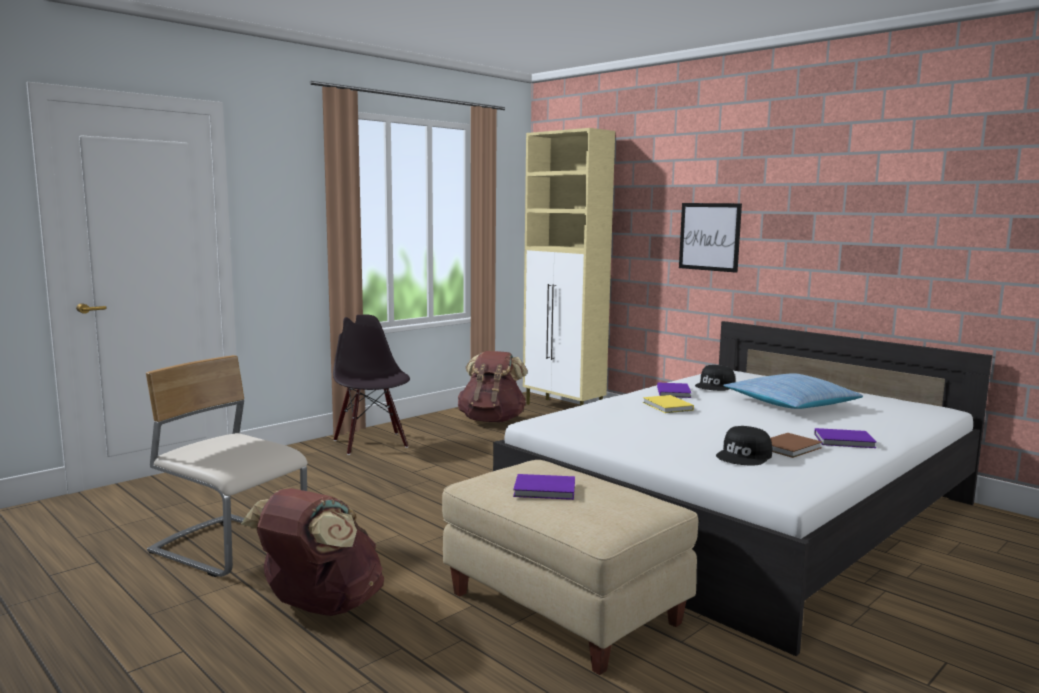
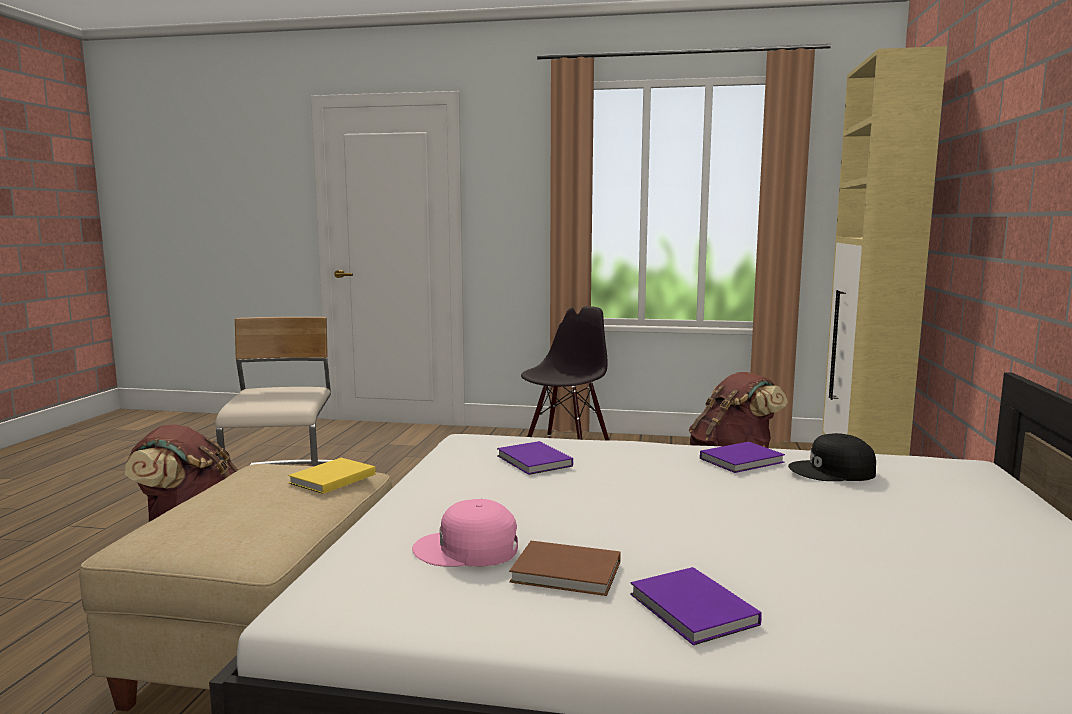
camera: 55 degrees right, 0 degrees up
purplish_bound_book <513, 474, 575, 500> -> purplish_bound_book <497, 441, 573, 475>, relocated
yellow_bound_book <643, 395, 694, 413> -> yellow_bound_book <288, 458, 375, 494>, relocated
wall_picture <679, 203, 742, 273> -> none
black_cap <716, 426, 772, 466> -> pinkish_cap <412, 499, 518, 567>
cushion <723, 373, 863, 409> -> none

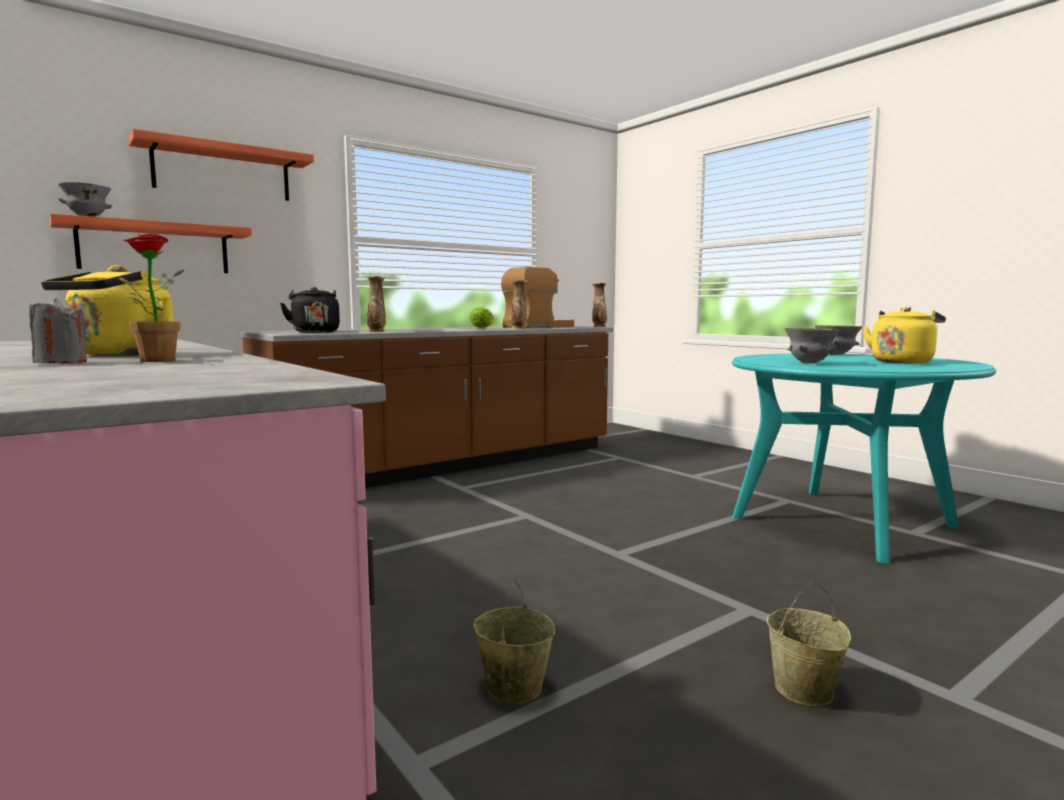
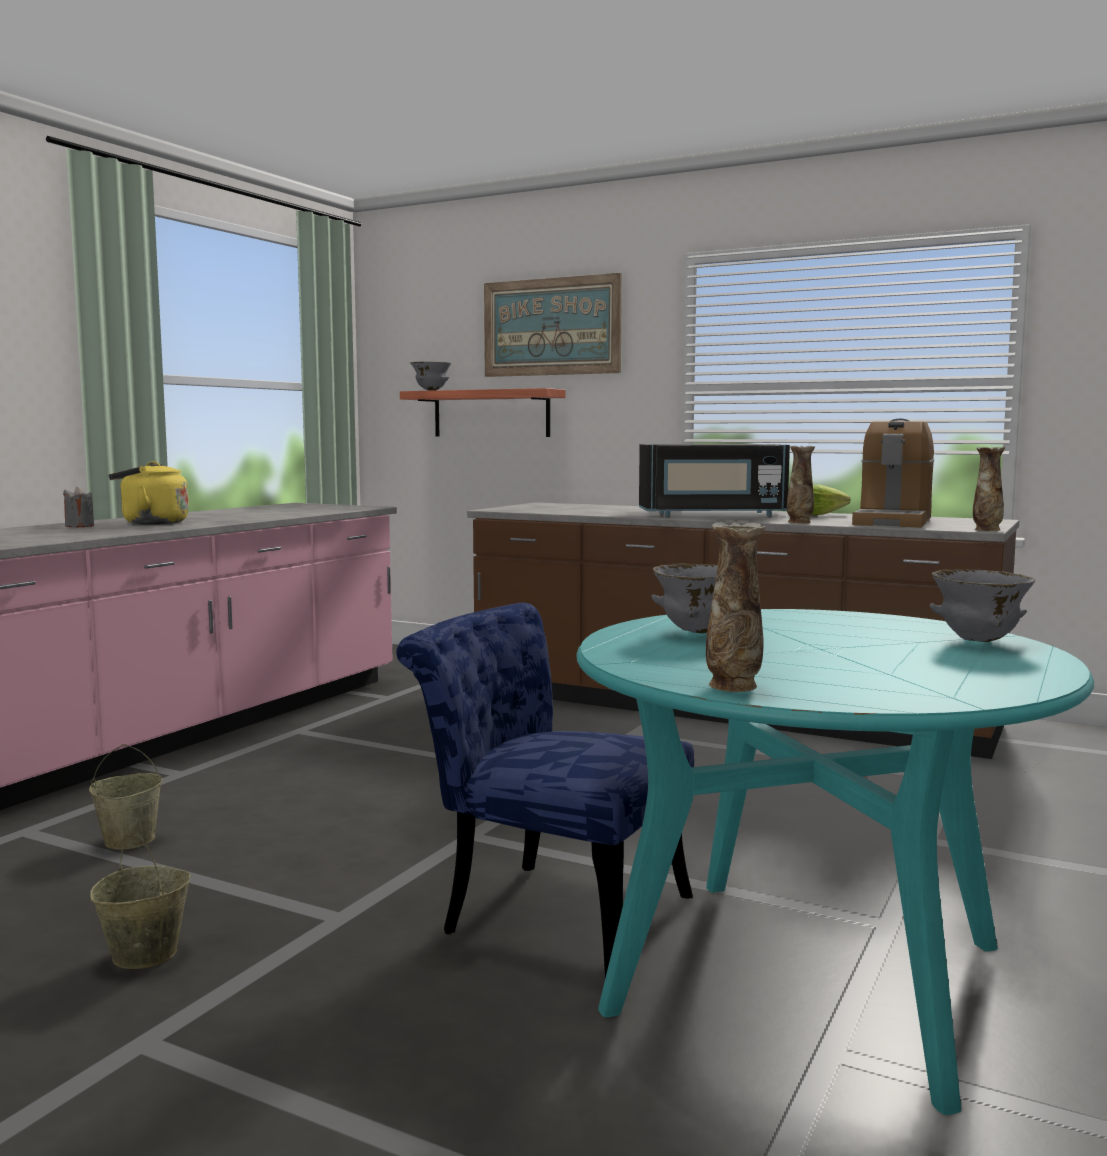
camera: 65 degrees right, 0 degrees up
potted_plant <119, 233, 184, 362> -> none
bracket_shelf <128, 129, 314, 201> -> wall_picture <484, 273, 622, 377>
black_kettle <280, 287, 340, 333> -> none
vase <367, 276, 386, 332> -> vase <706, 522, 766, 692>, relocated
coffee_brewer <501, 266, 574, 328> -> coffee_brewer <852, 419, 934, 528>, 90 degrees clockwise
yellow_kettle <862, 307, 946, 363> -> none
none -> bluish_plain_chair <396, 603, 694, 978>
none -> black_microwave_oven <639, 444, 790, 516>

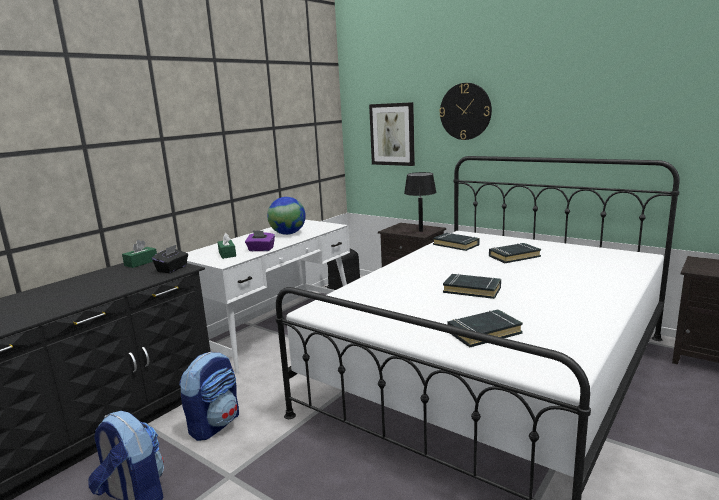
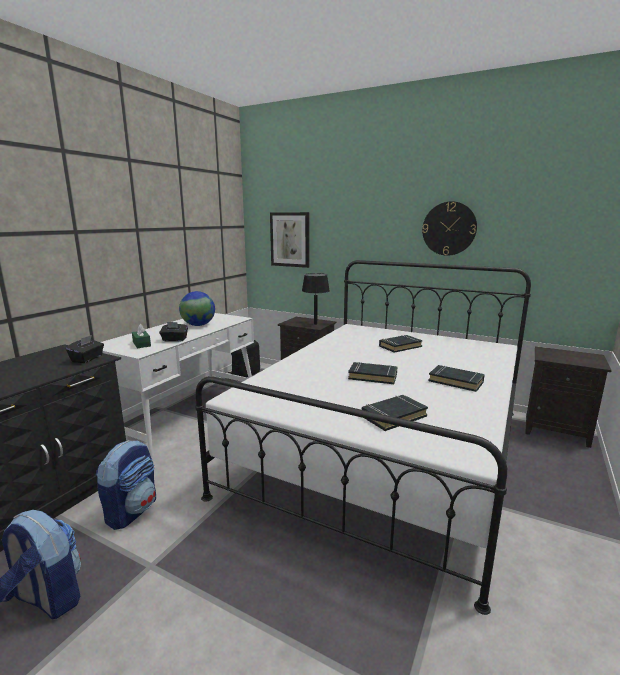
camera: 10 degrees left, 0 degrees up
green-coloured_tissue_holder <122, 240, 157, 268> -> none
purplish_tissue_holder <245, 230, 275, 251> -> black_tissue_holder <159, 322, 188, 342>
black_bound_book <433, 233, 479, 251> -> black_bound_book <428, 365, 485, 392>, relocated
clock_on_the_wall <439, 83, 492, 140> -> clock_on_the_wall <422, 201, 477, 256>, relocated

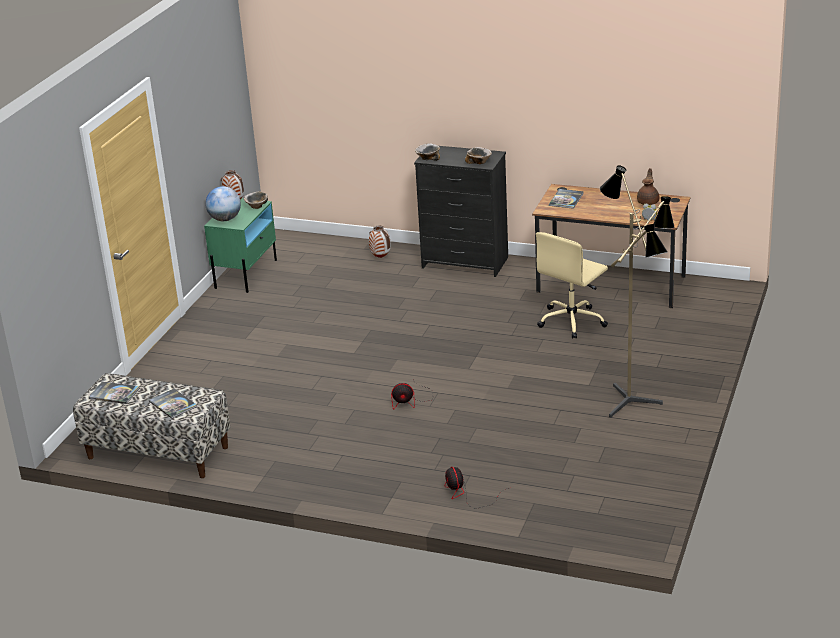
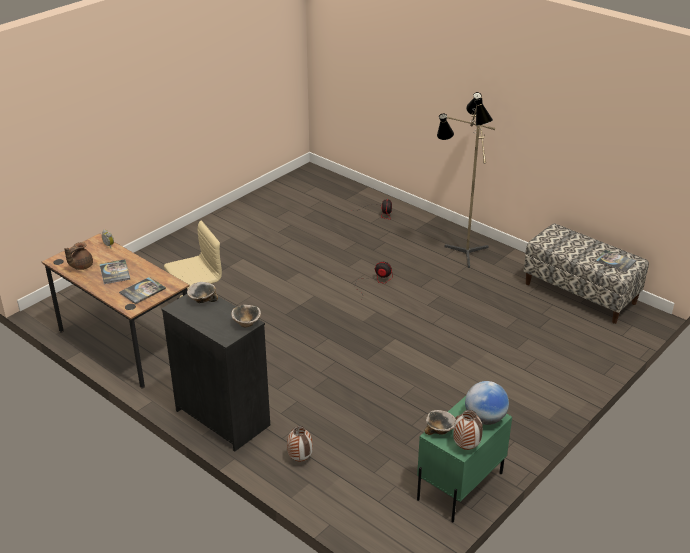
camera: 160 degrees left, 5 degrees up
bound_book <149, 389, 197, 419> -> bound_book <100, 259, 130, 284>, relocated
standing_lamp <600, 165, 674, 418> -> standing_lamp <437, 92, 495, 268>, relocated

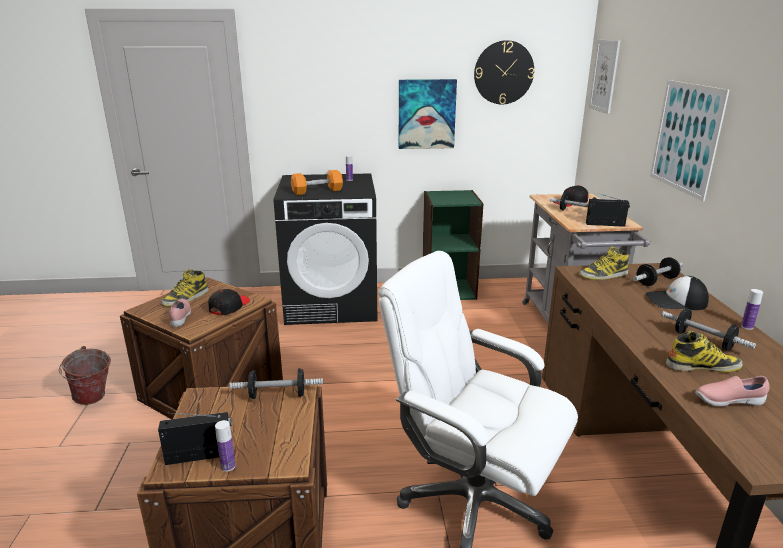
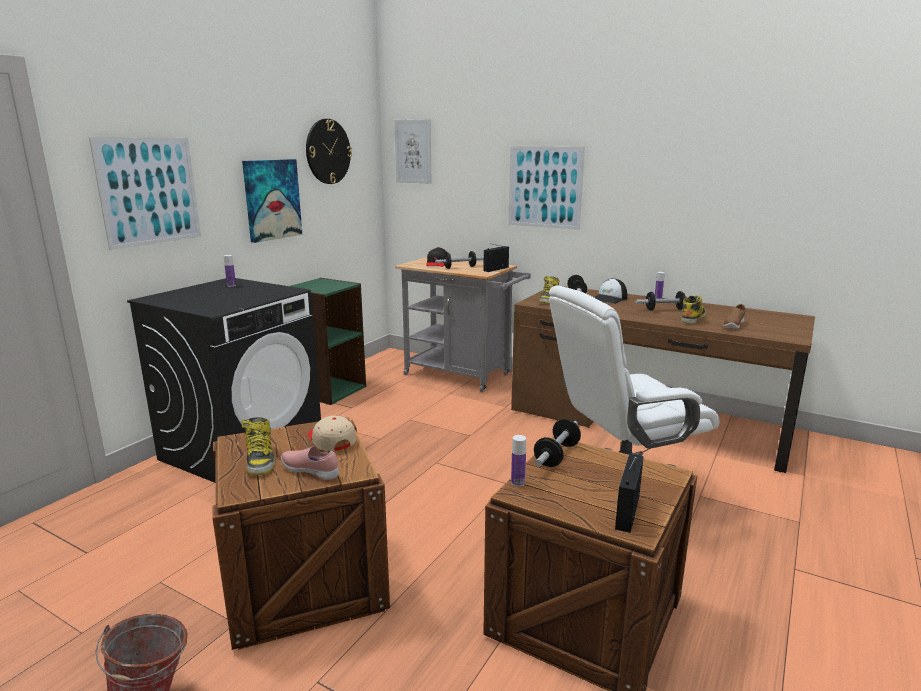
camera: 55 degrees left, 5 degrees down
black_cap <208, 289, 250, 315> -> beige_cap <308, 416, 356, 451>
drink_bottle <215, 420, 236, 472> -> drink_bottle <511, 435, 526, 487>, relocated
orange_dumbbell <291, 170, 343, 195> -> none
pinkish_low_shoe <695, 376, 770, 407> -> brownish_low_shoe <724, 304, 745, 329>
none -> wall_picture <89, 137, 201, 250>

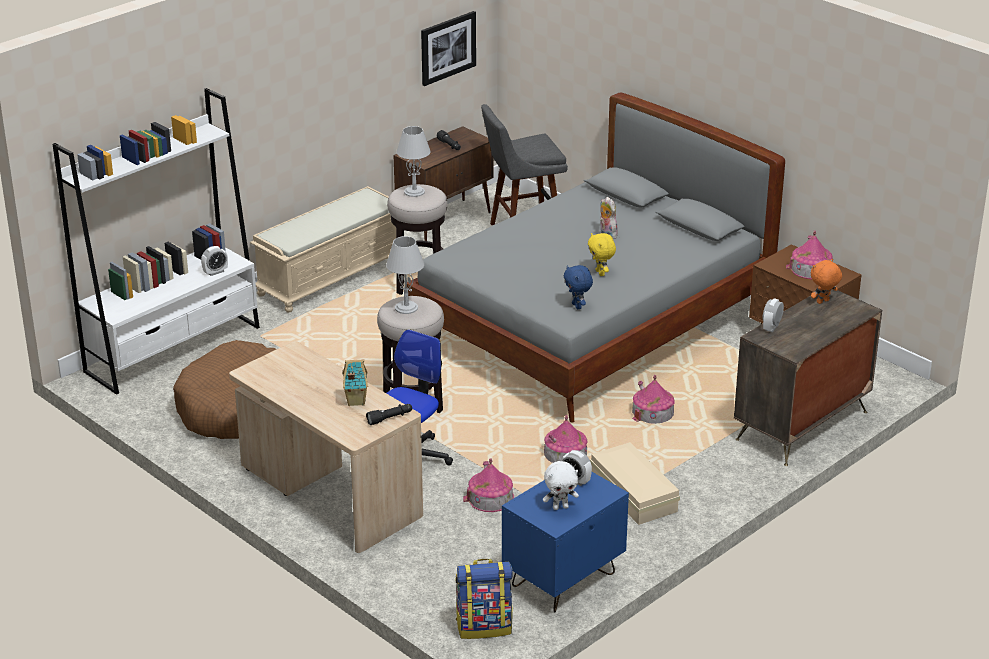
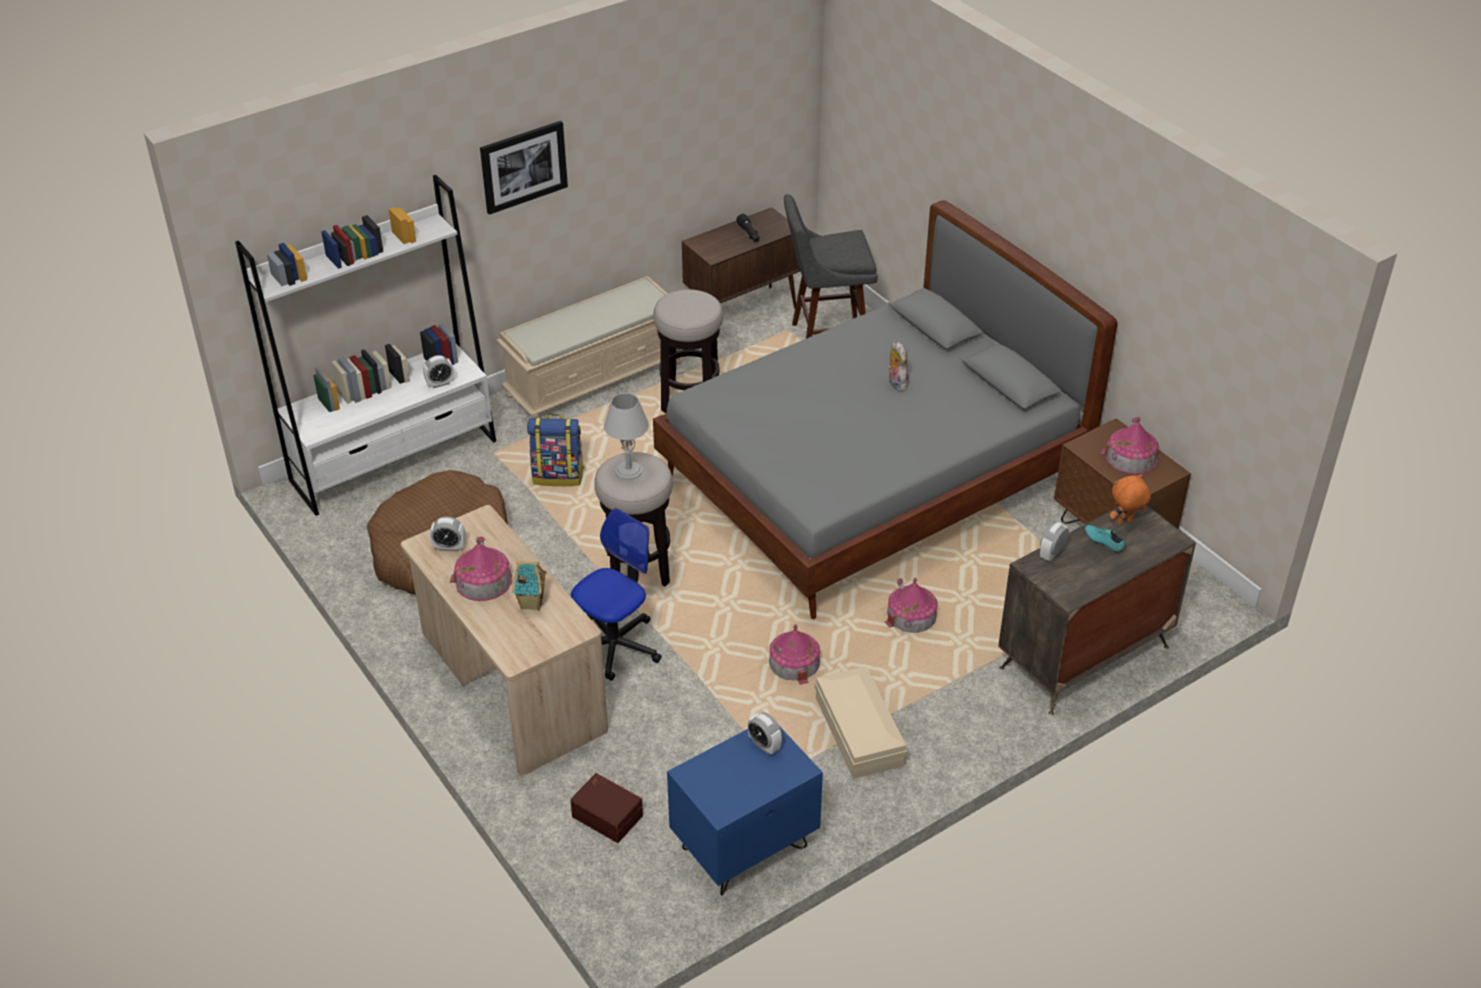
camera: 10 degrees right, 10 degrees up
black_flashlight <366, 404, 412, 425> -> none
gray_tabletop_lamp <397, 126, 431, 197> -> none
wall_picture <421, 11, 476, 86> -> wall_picture <480, 121, 568, 215>, relocated
backpack <455, 559, 513, 639> -> backpack <527, 414, 584, 486>, relocated
miniature_house <463, 459, 514, 512> -> miniature_house <450, 537, 512, 601>, relocated
whitish_cuddly_toy <543, 461, 579, 510> -> none
bluish_cuddly_toy <564, 265, 593, 309> -> none
yellow_cuddly_toy <588, 233, 616, 276> -> none
none -> alarm_clock <430, 516, 465, 551>
none -> brownish_storage_bin <570, 773, 643, 843>
none -> turquoise_low_shoe <1085, 525, 1125, 553>

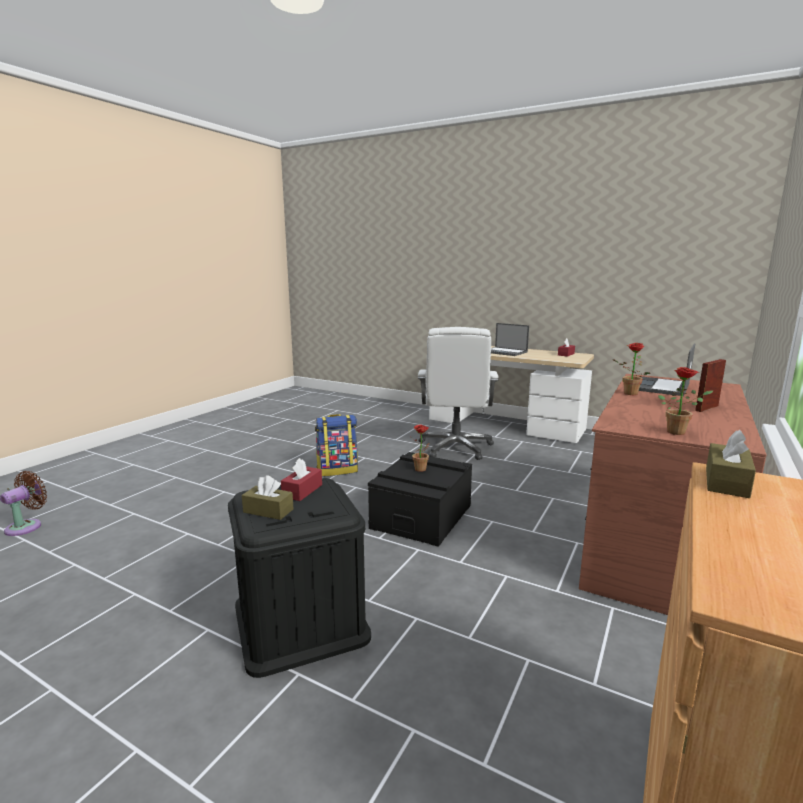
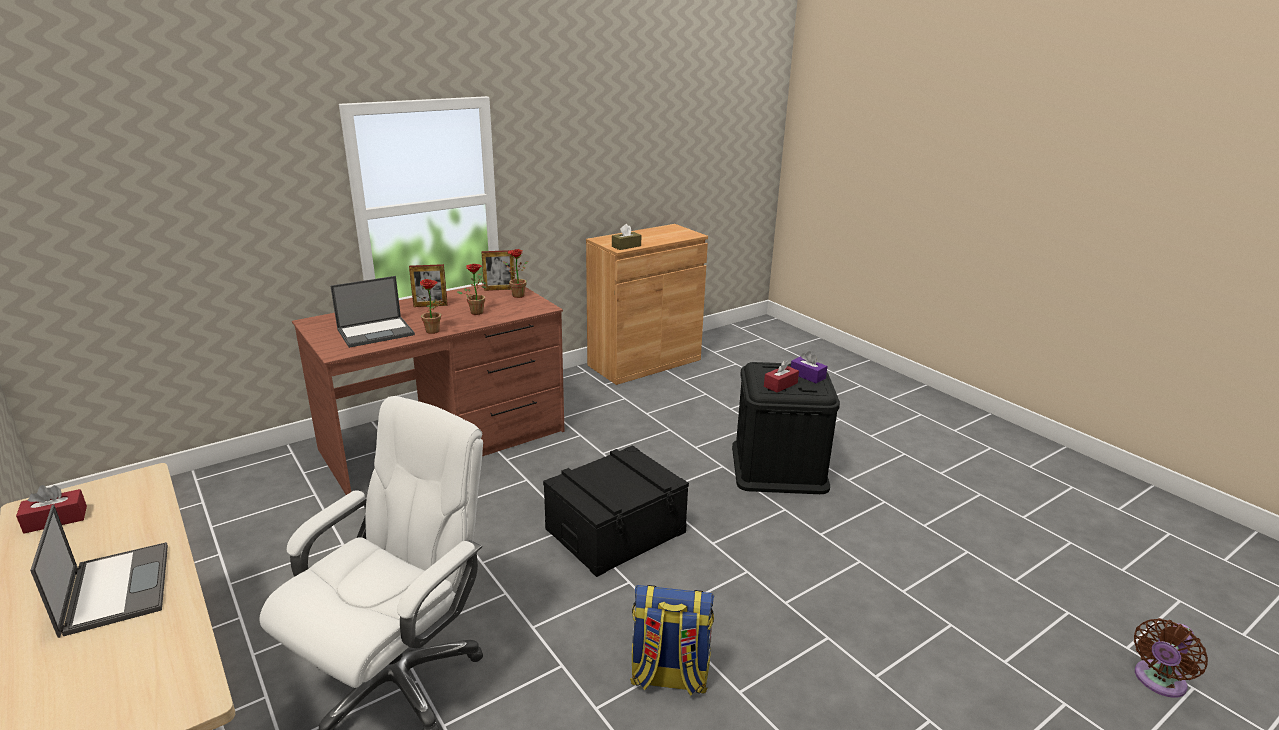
camera: 155 degrees left, 10 degrees up
brownish_tissue_holder <242, 475, 294, 520> -> purplish_tissue_holder <791, 351, 828, 383>
potted_plant <411, 424, 430, 472> -> potted_plant <457, 264, 487, 315>, relocated
none -> standing_frame <481, 250, 515, 291>

